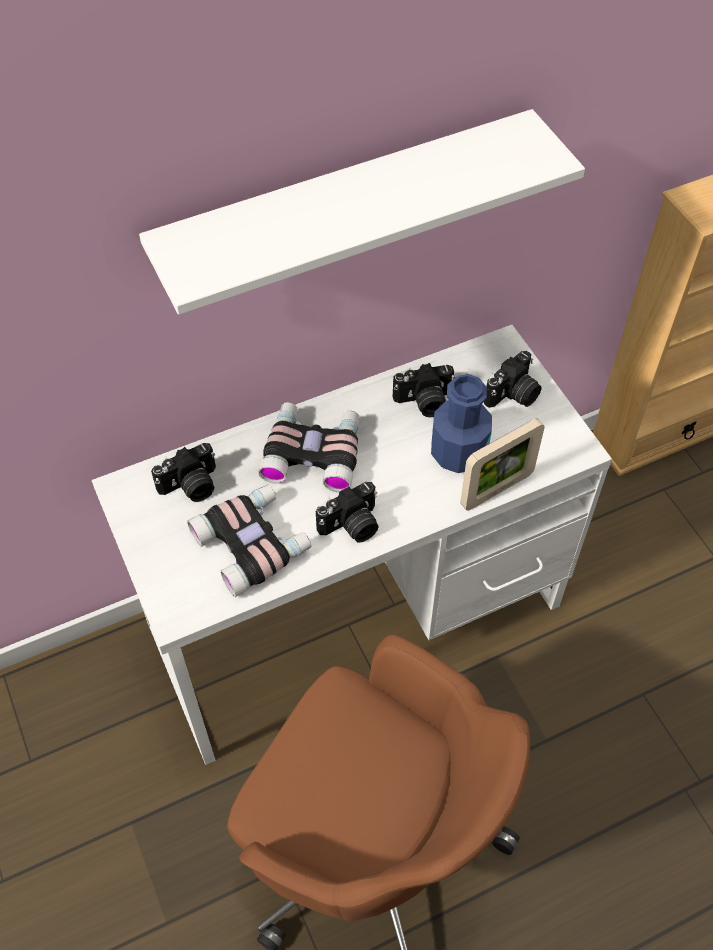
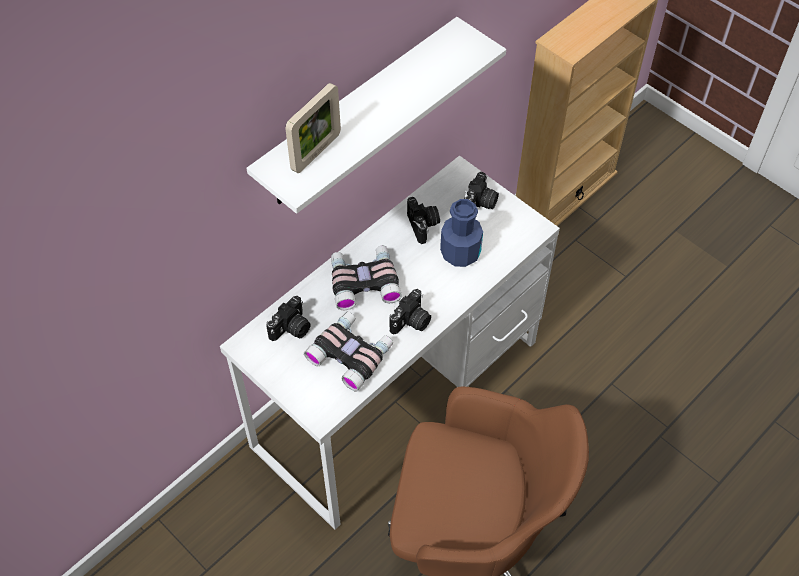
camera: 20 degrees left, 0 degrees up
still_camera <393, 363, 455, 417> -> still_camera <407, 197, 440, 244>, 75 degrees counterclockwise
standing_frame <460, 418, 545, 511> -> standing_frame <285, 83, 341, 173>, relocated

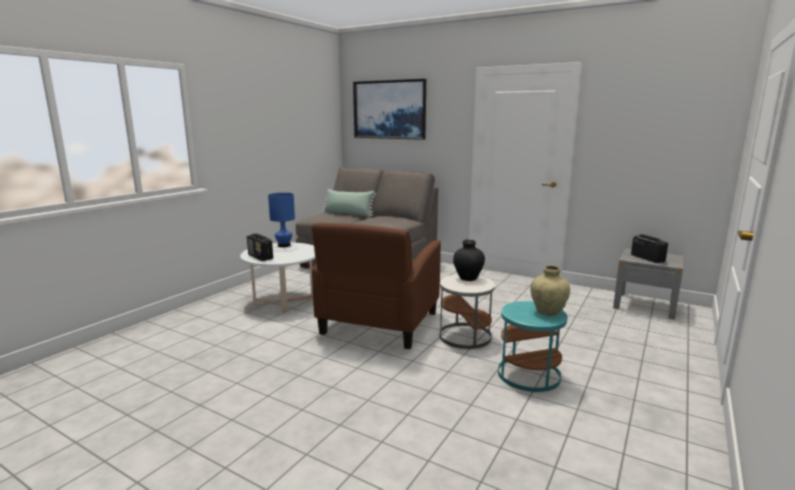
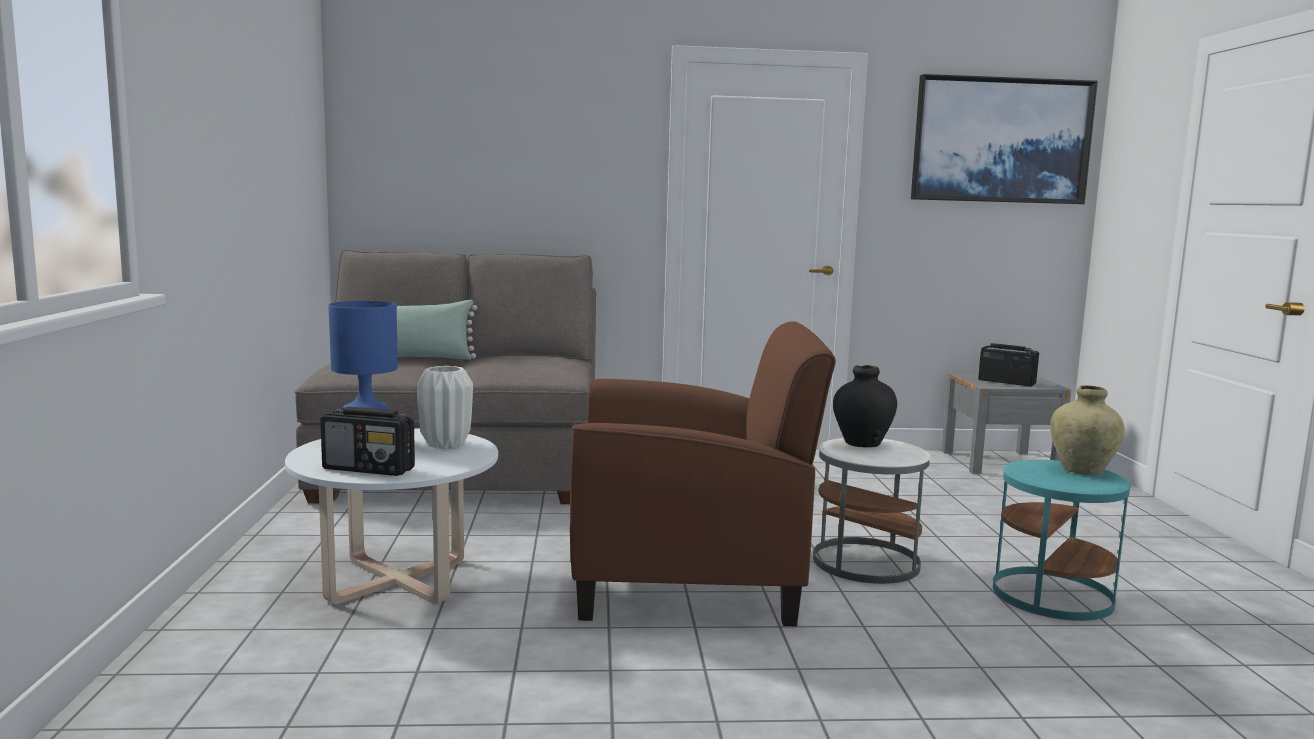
camera: 35 degrees left, 5 degrees down
brownish_lounge_chair <311, 223, 441, 349> -> brownish_lounge_chair <570, 321, 836, 626>, 75 degrees counterclockwise
wall_picture <353, 79, 426, 140> -> wall_picture <911, 74, 1098, 204>, relocated
none -> whitish_vase <417, 366, 473, 449>

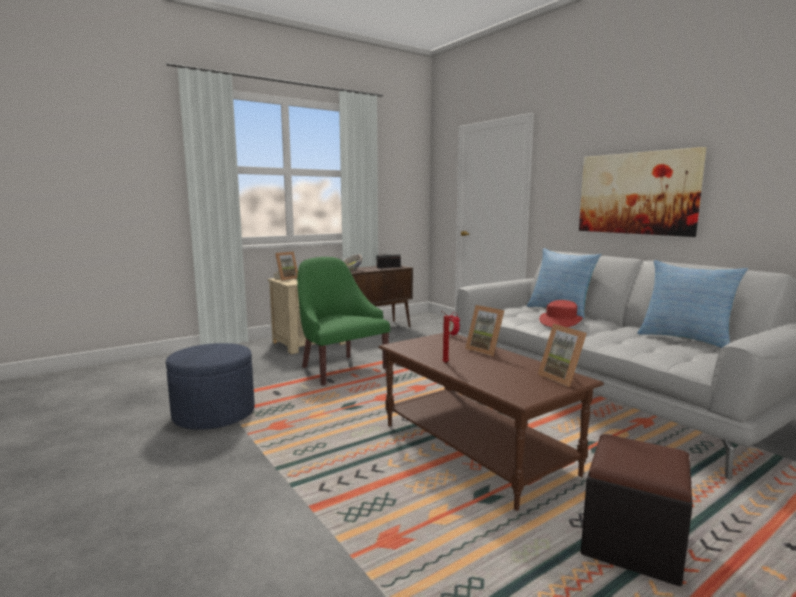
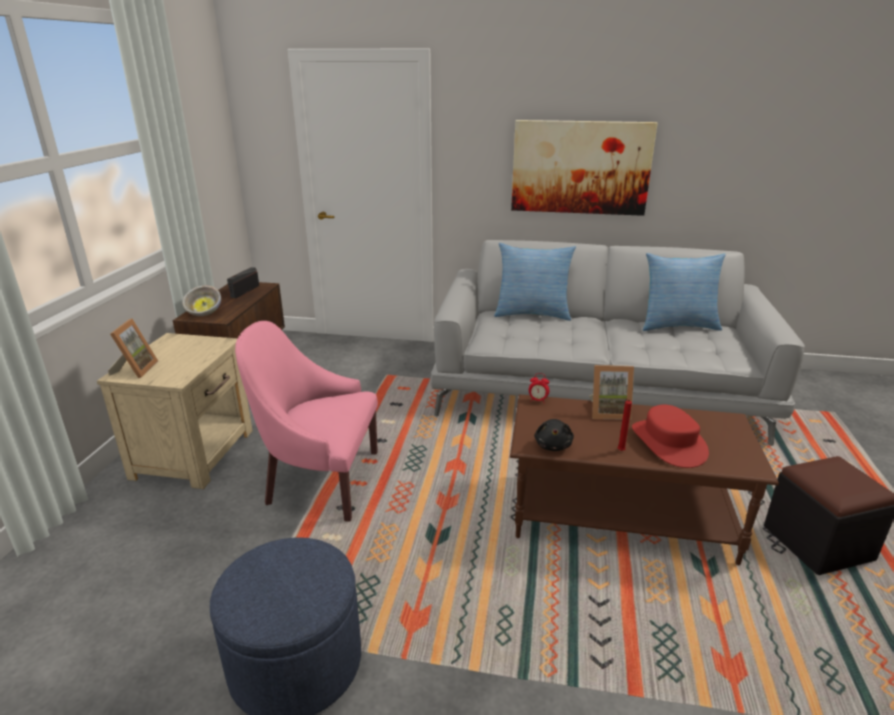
camera: 45 degrees left, 15 degrees up
green-coloured_lounge_chair <297, 257, 390, 386> -> pinkish_lounge_chair <235, 321, 378, 522>
standing_frame <538, 324, 587, 387> -> none
red_wearable_hat <539, 300, 583, 327> -> red_wearable_hat <632, 405, 709, 468>, relocated
none -> black_cuddly_toy <534, 419, 574, 451>

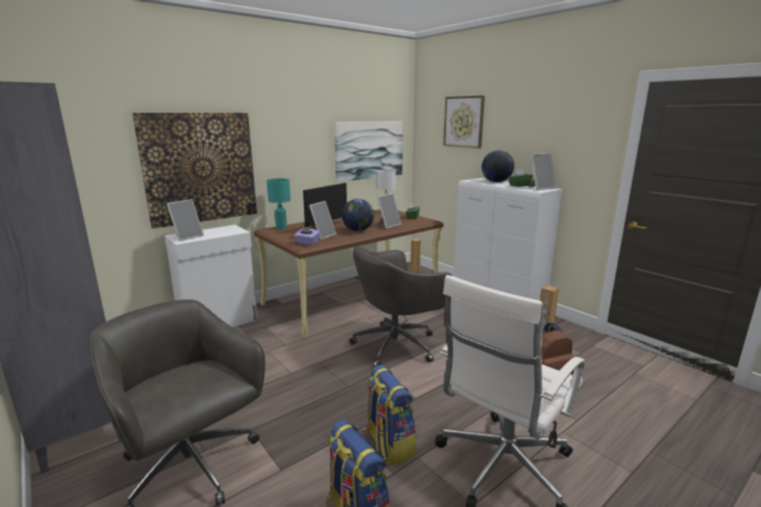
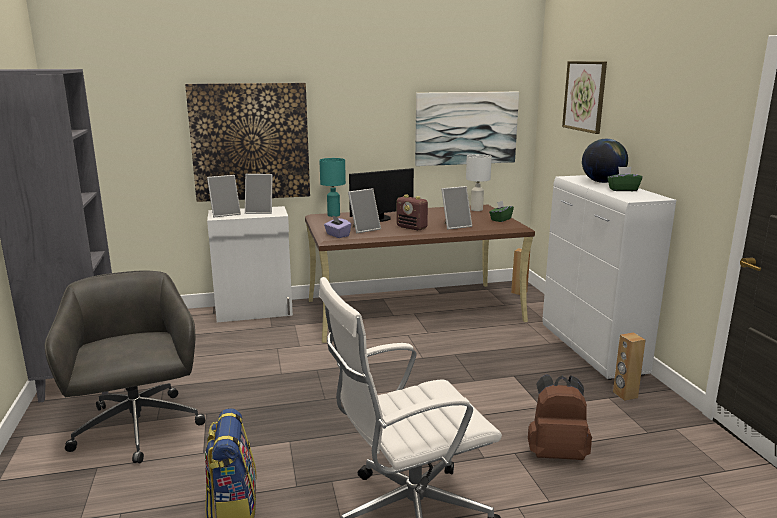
camera: 25 degrees right, 0 degrees up
world_globe <342, 199, 374, 231> -> radio_receiver <397, 195, 428, 230>
gray_desk_chair <349, 246, 452, 367> -> none
backpack <365, 365, 416, 466> -> none
standing_frame <529, 153, 556, 190> -> standing_frame <245, 174, 273, 214>, relocated

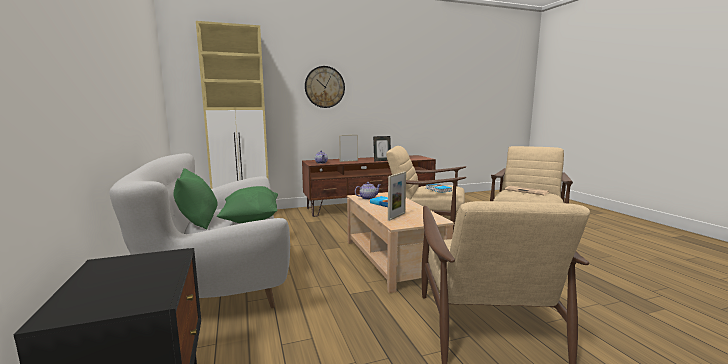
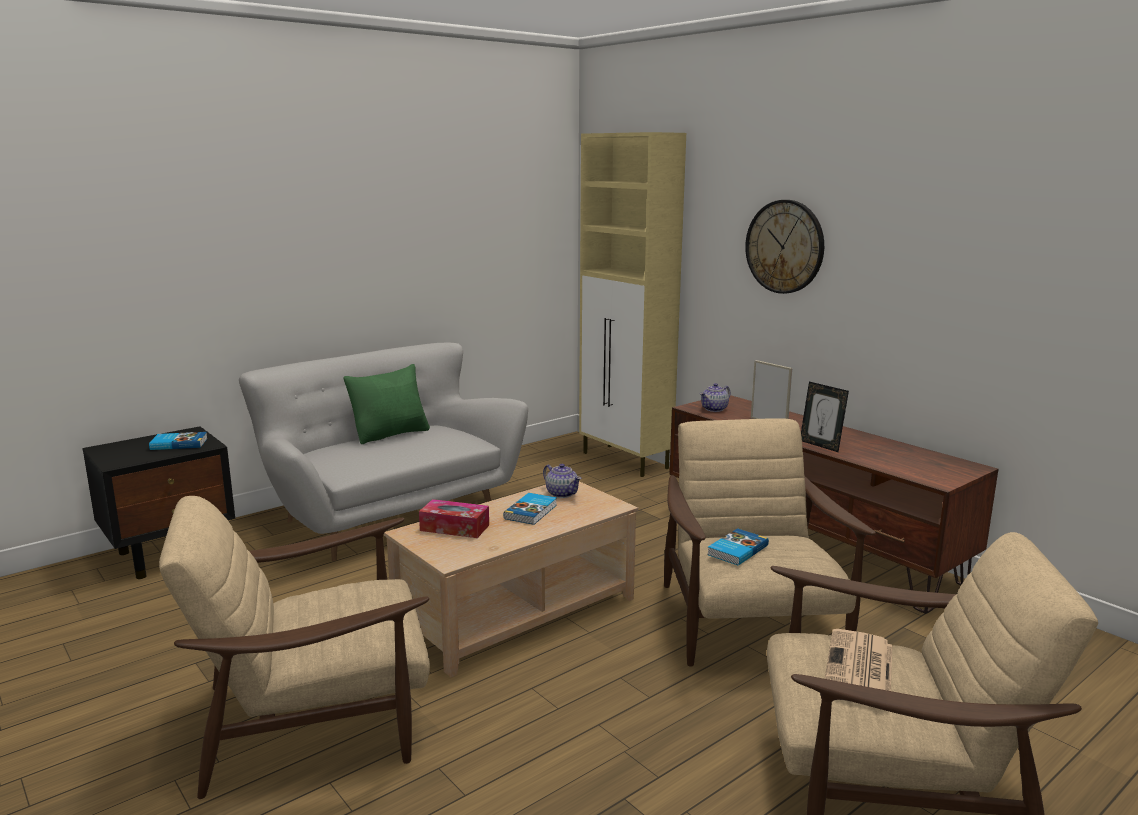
camera: 70 degrees right, 5 degrees up
green-coloured_cushion <217, 186, 278, 223> -> none
standing_frame <388, 172, 406, 221> -> tissue_holder <419, 499, 489, 538>
none -> bound_book <149, 432, 208, 450>

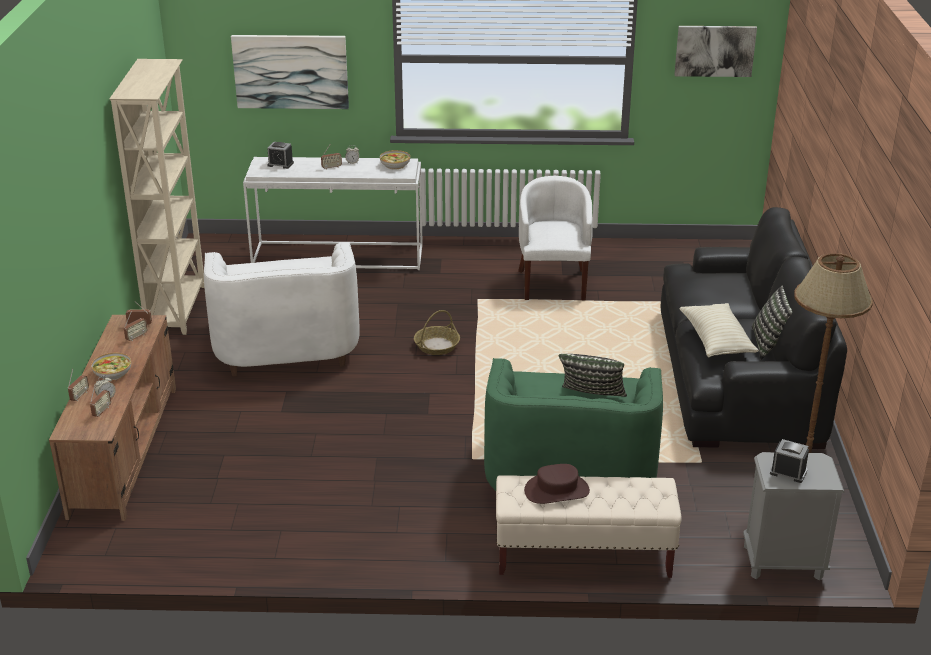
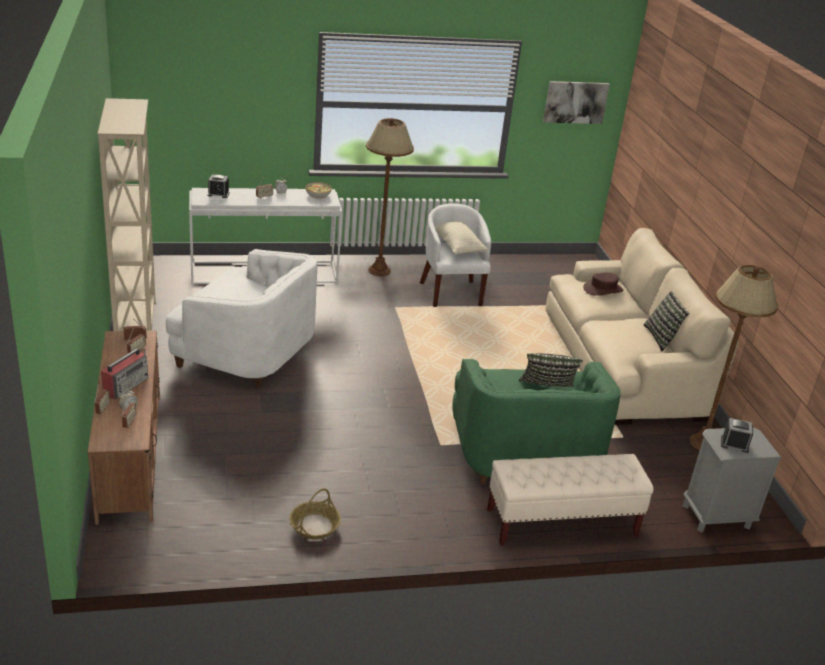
camera: 15 degrees left, 0 degrees up
deep_dish <91, 353, 131, 380> -> radio_receiver <101, 348, 148, 399>
whitish_lounge_chair <204, 242, 359, 376> -> whitish_lounge_chair <166, 249, 317, 388>, 45 degrees counterclockwise
wall_picture <231, 35, 349, 109> -> none
storage_basket <414, 310, 460, 355> -> storage_basket <289, 488, 341, 540>, relocated
brownish_wearable_hat <524, 464, 590, 504> -> brownish_wearable_hat <583, 272, 624, 296>, relocated
black_couch <661, 207, 847, 449> -> beige_couch <545, 228, 739, 425>
beige_cushion <680, 303, 759, 357> -> beige_cushion <436, 221, 489, 255>, relocated
none -> brownish_standing_lamp <366, 118, 414, 276>

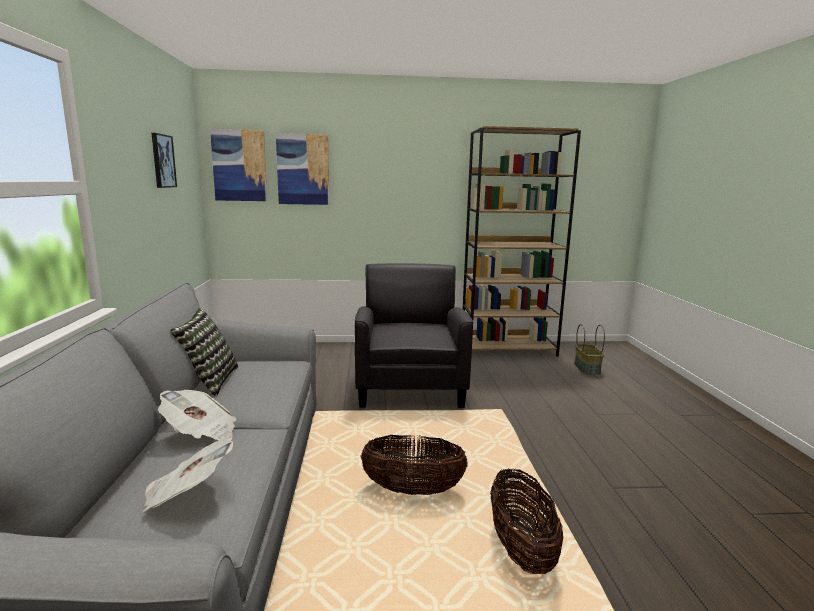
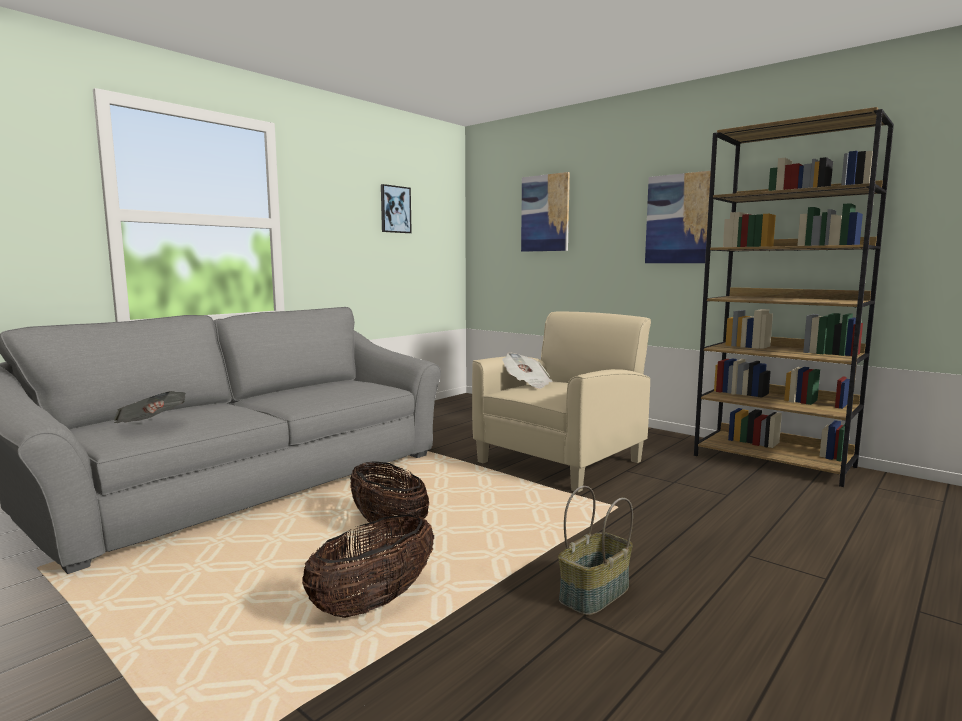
camera: 45 degrees right, 5 degrees down
printed_paper <158, 390, 237, 441> -> printed_paper <502, 353, 552, 389>, relocated
cushion <170, 308, 238, 396> -> none
wall_picture <210, 129, 267, 201> -> wall_picture <645, 171, 711, 263>, relocated
black_lounge_chair <355, 263, 473, 408> -> beige_lounge_chair <472, 312, 651, 493>
storage_basket <574, 324, 605, 375> -> storage_basket <558, 486, 633, 615>, relocated

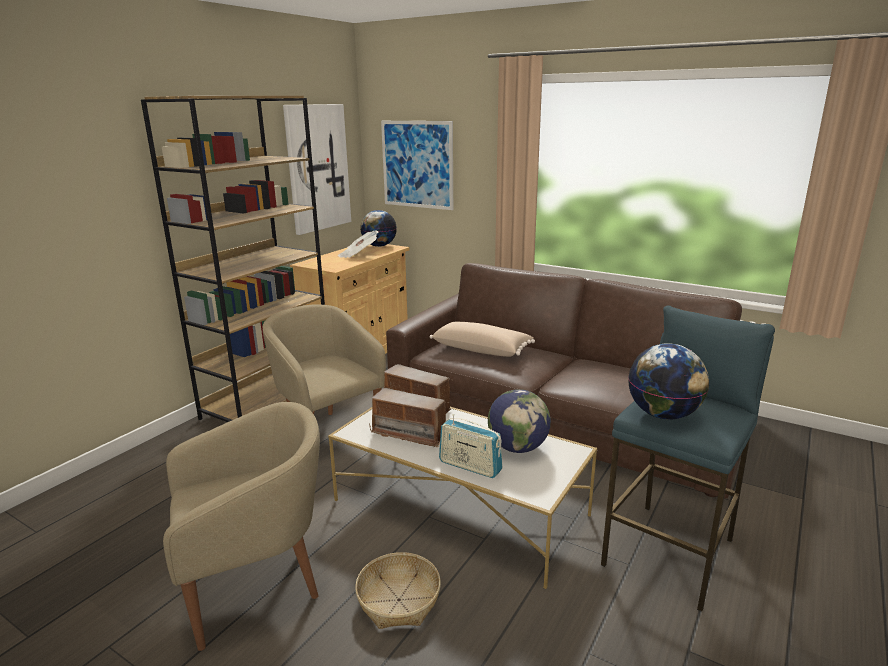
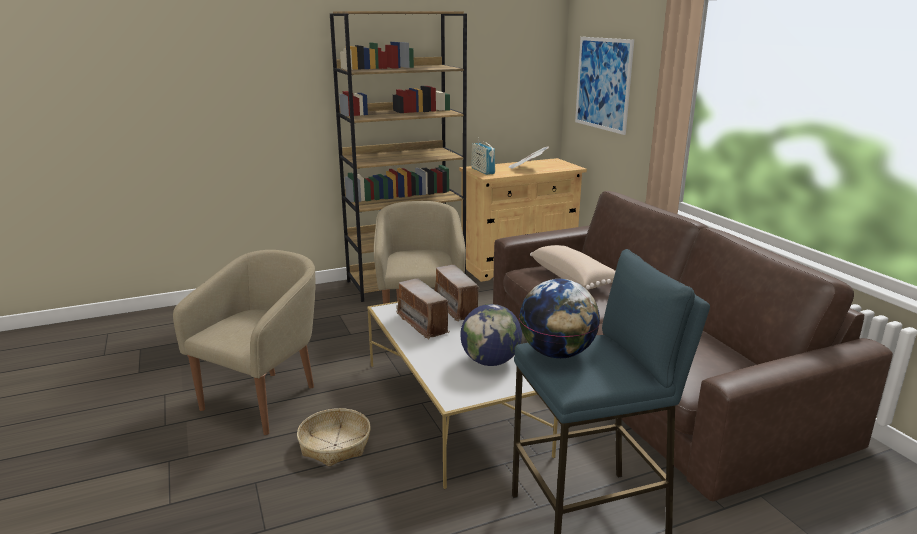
camera: 35 degrees right, 0 degrees up
beige_lounge_chair <163, 402, 320, 651> -> beige_lounge_chair <173, 250, 315, 435>, 75 degrees counterclockwise
wall_picture <283, 104, 351, 235> -> none
world_globe <360, 210, 397, 247> -> none
radio_receiver <439, 414, 502, 478> -> radio_receiver <471, 138, 495, 175>, relocated

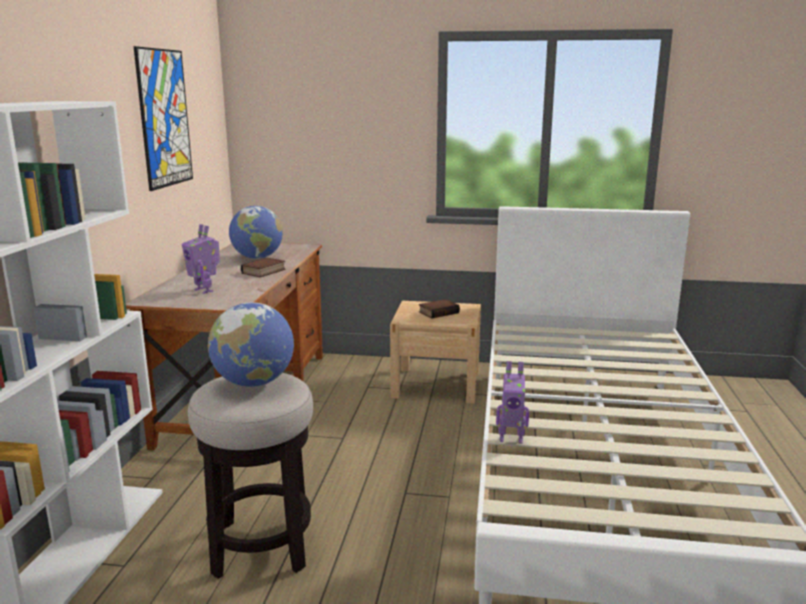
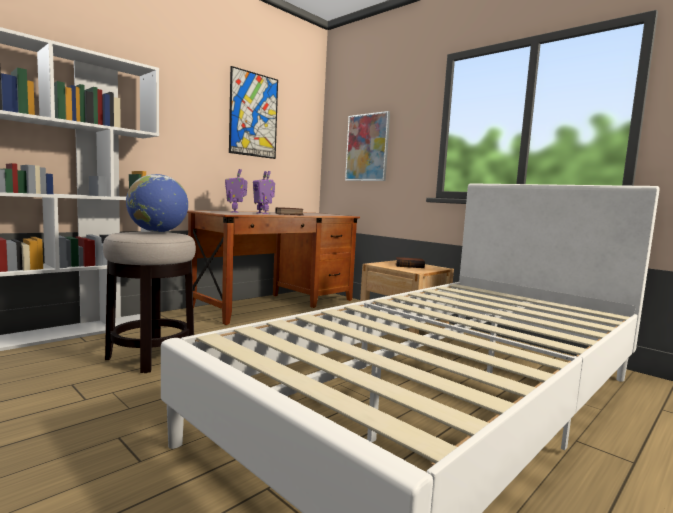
camera: 35 degrees right, 10 degrees down
world_globe <229, 206, 283, 259> -> none
robot_figure <496, 361, 529, 444> -> robot_figure <253, 171, 275, 214>, relocated
none -> wall_picture <345, 111, 390, 181>

